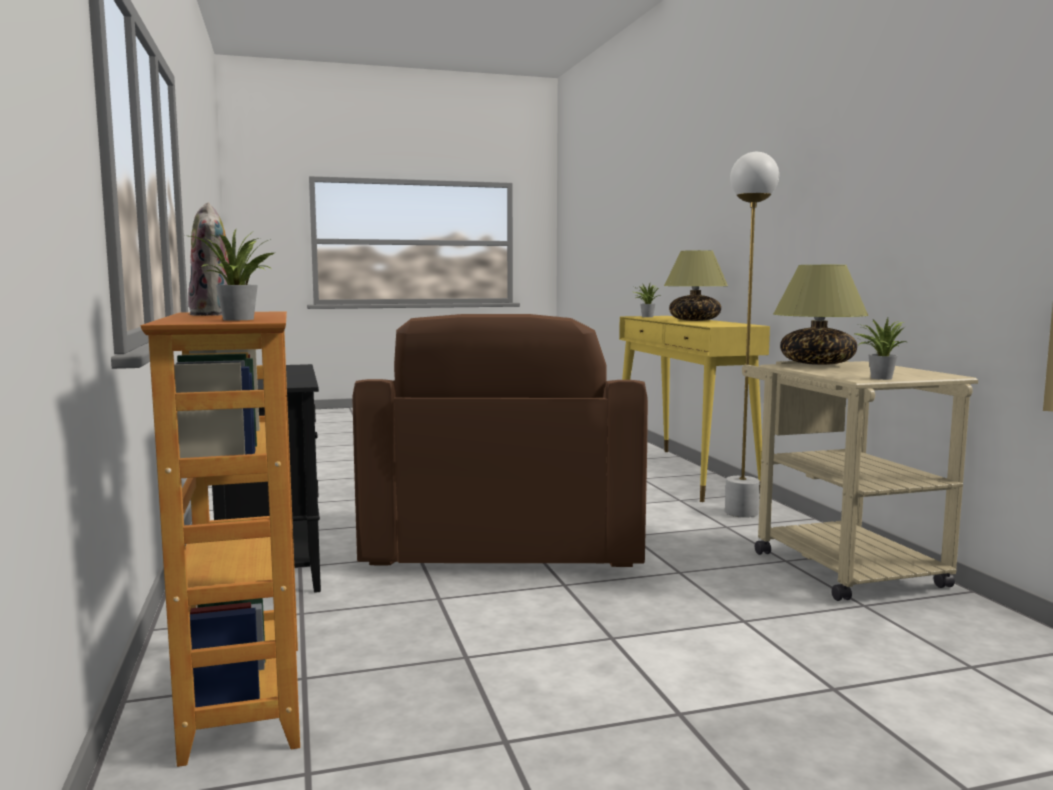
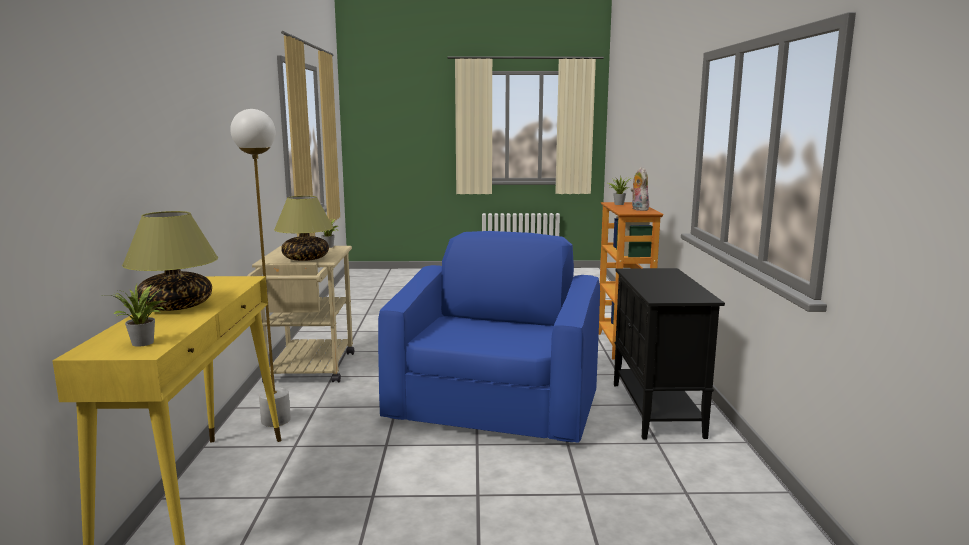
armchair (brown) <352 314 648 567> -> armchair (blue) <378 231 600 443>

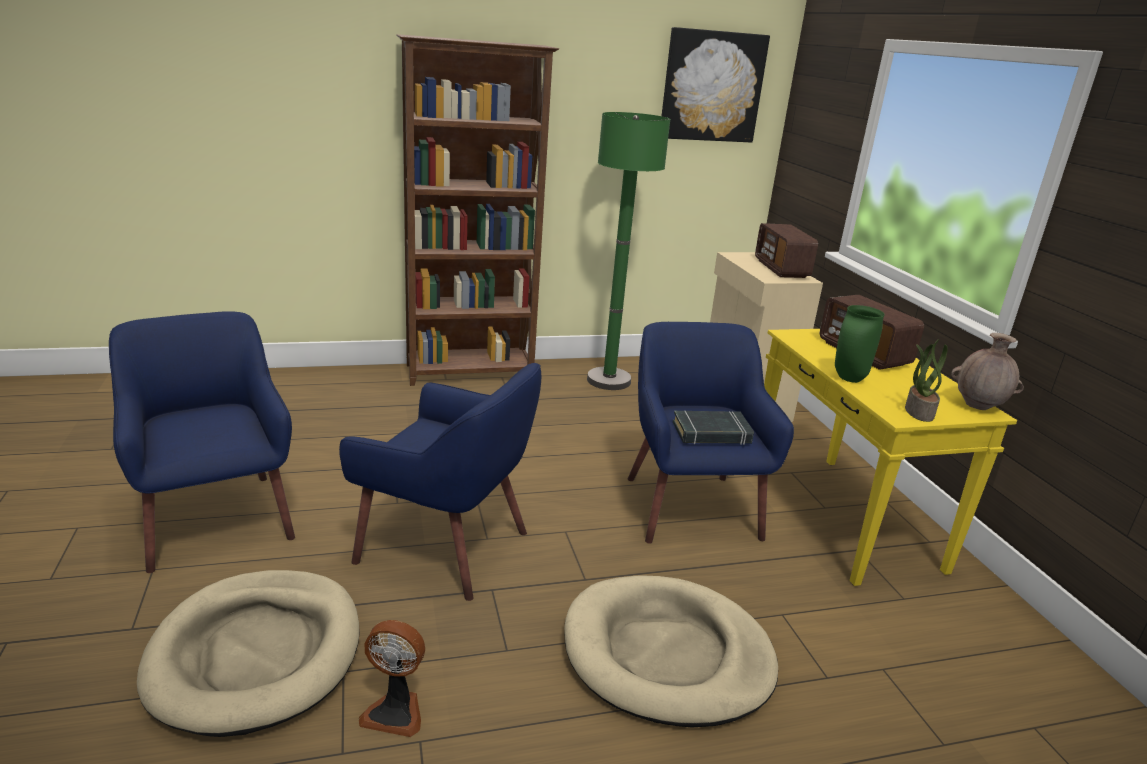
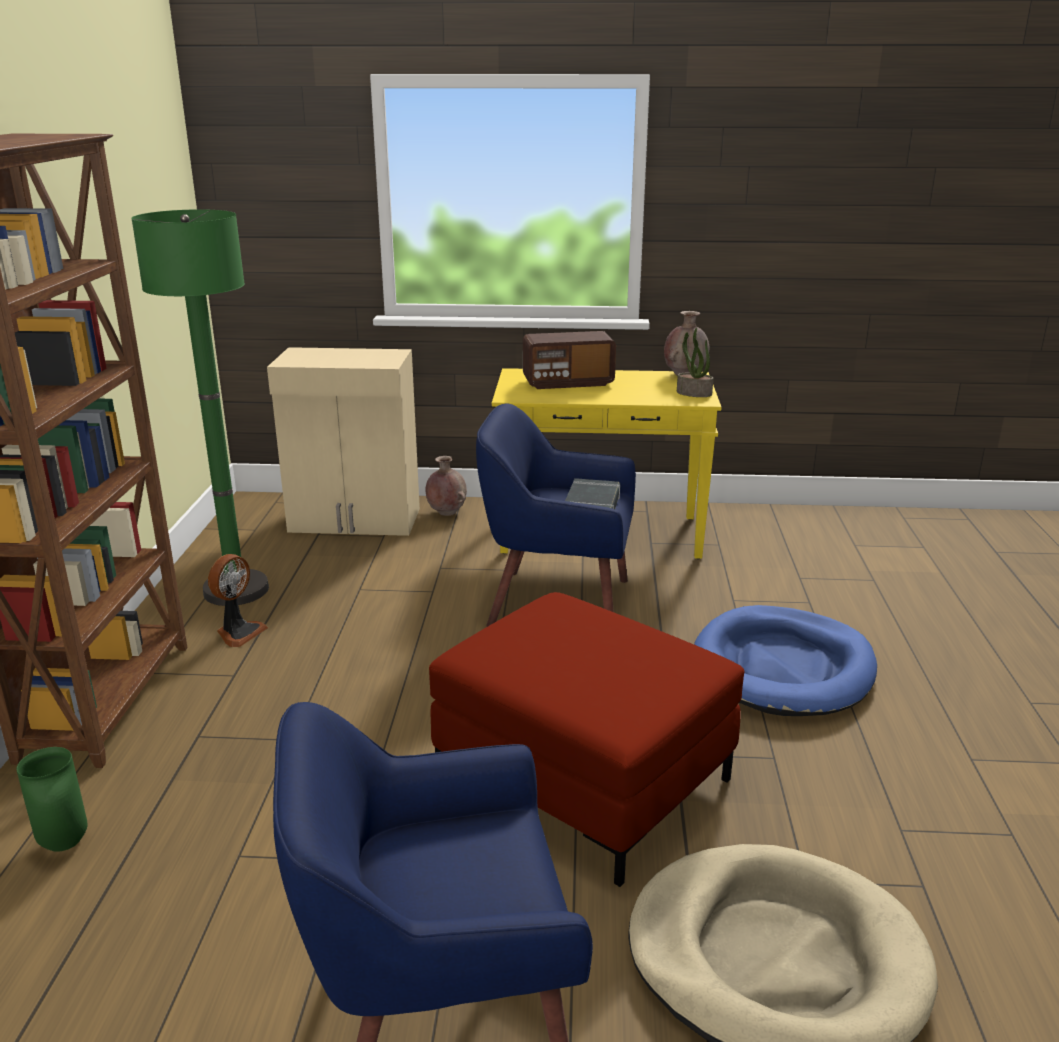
picture <662 27 770 143> -> none
radio <755 223 818 278> -> none
vase (green) <835 305 884 383> -> vase (green) <17 747 88 852>, shifted
armchair (blue) <339 363 541 601> -> ottoman (red) <429 592 744 887>
dog bed (beige) <564 575 778 728> -> dog bed (blue) <694 605 877 716>
fan <358 620 425 737> -> fan <208 554 268 647>, shifted
none -> vase (brown) <426 456 467 516>

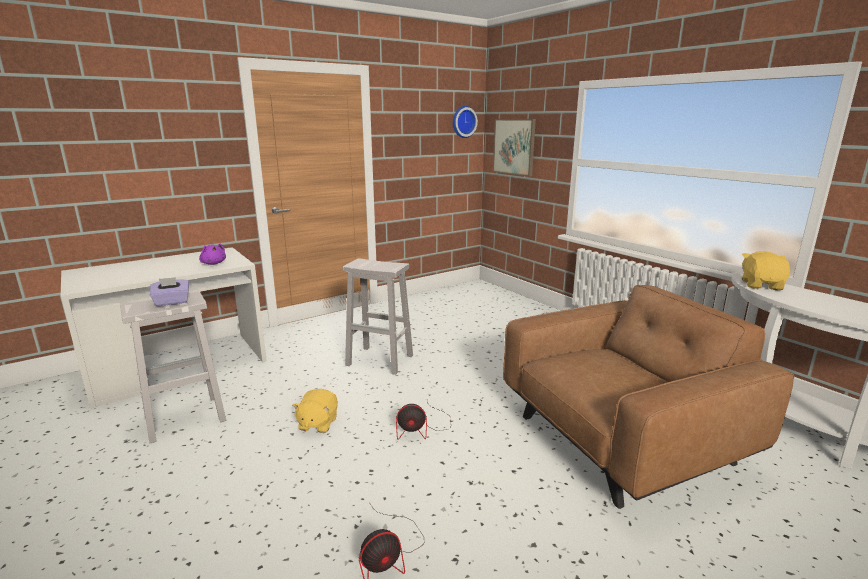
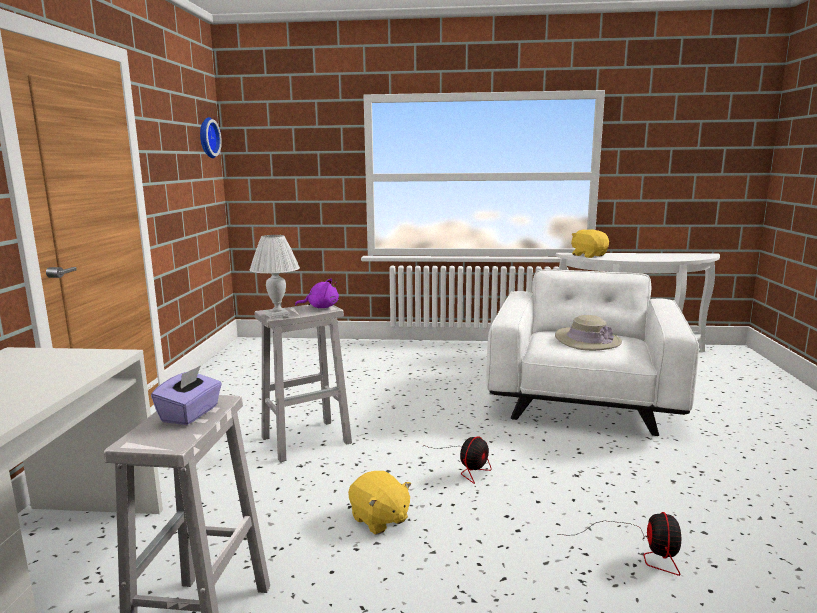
picture <493 119 536 176> -> none
plush toy (purple) <199 244 226 265> -> plush toy (purple) <295 279 339 308>, shifted
armchair (brown) <503 285 794 509> -> armchair (white) <486 269 699 436>
none -> table lamp (white) <250 235 300 319>
none -> hat (beige) <555 315 622 351>

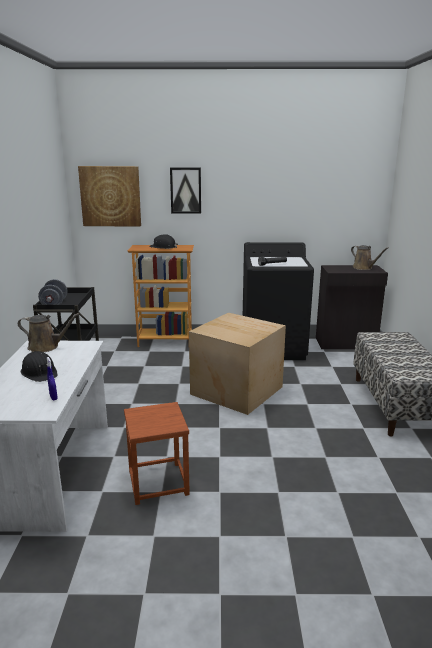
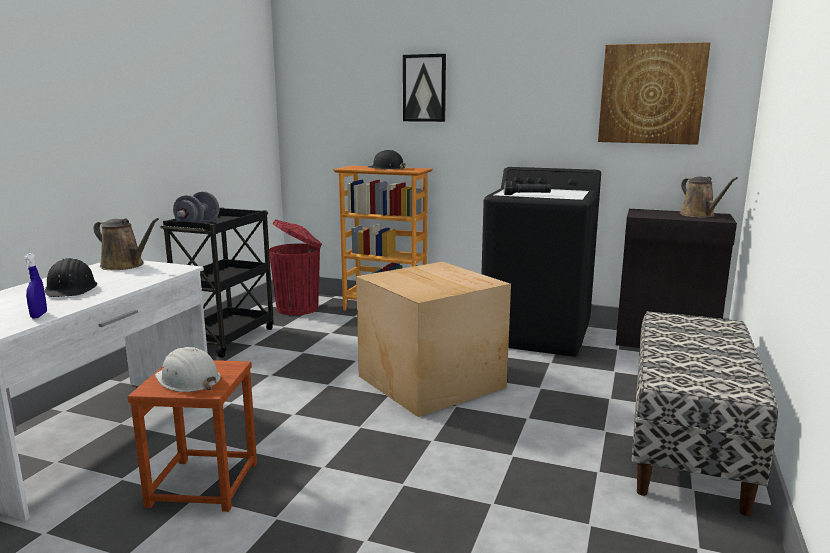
picture <78 166 141 227> -> picture <598 42 711 145>, shifted
none -> trash can (red) <269 219 322 315>
none -> hard hat (white) <155 347 221 392>

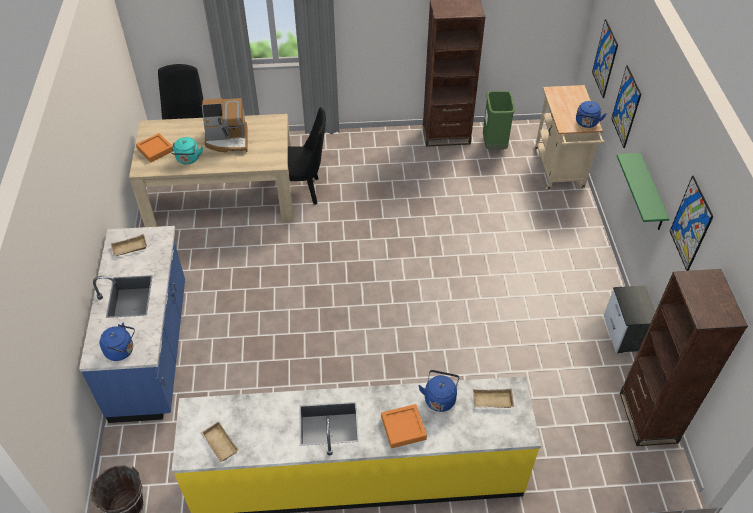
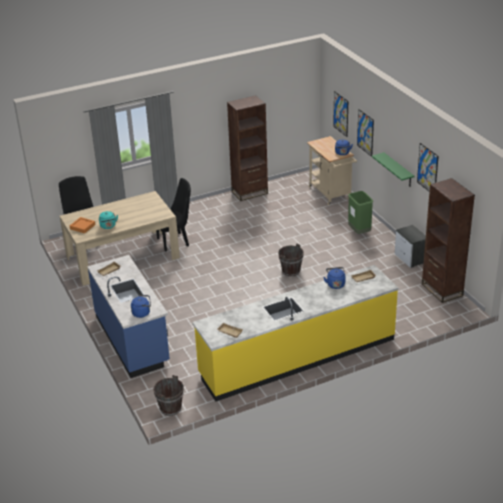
trash can (green) <483 91 515 150> -> trash can (green) <348 191 373 234>, shifted
coffee machine <202 98 248 153> -> none
tray (orange) <381 404 427 448> -> none
none -> bucket (brown) <278 243 304 276>

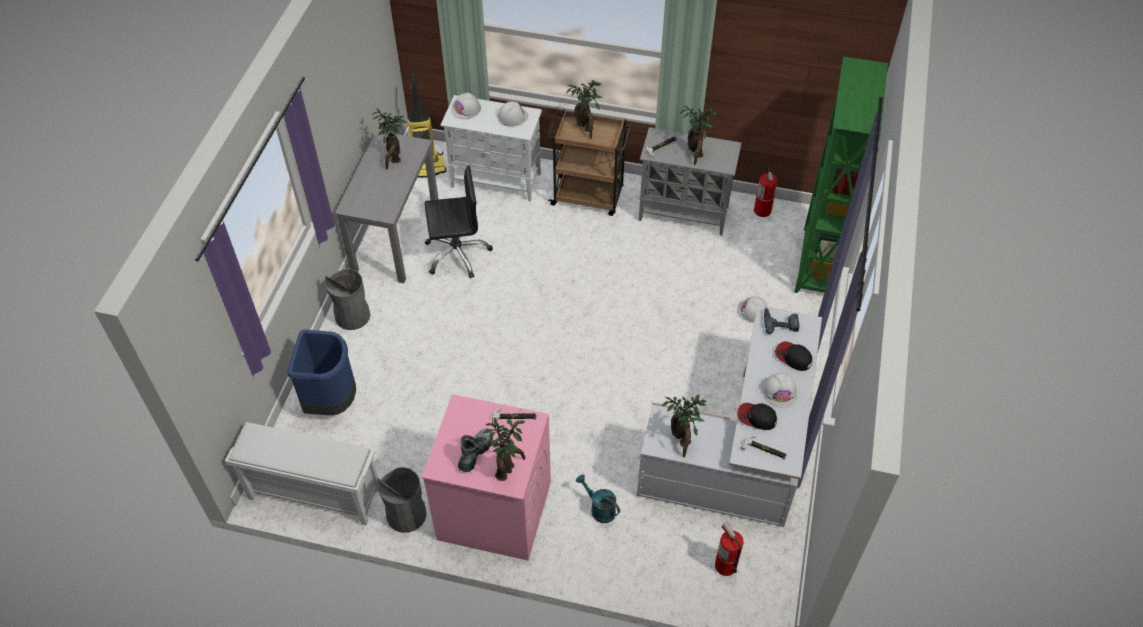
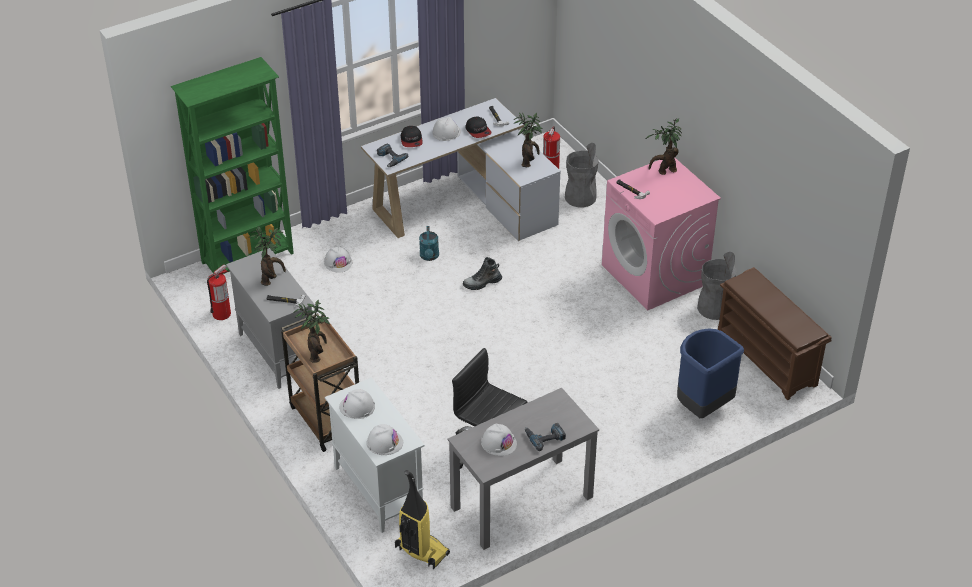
potted plant <372 108 407 169> -> hard hat (white) <481 424 517 456>
trash can (grey) <325 269 370 330> -> trash can (grey) <565 143 599 207>, shifted
shoe rack (white) <225 422 379 526> -> shoe rack (brown) <718 267 832 400>
boot <458 428 493 472> -> boot <463 257 502 290>, shifted
watering can (turquoise) <576 474 620 523> -> watering can (turquoise) <419 226 439 261>, shifted
none -> power drill <525 423 566 451>

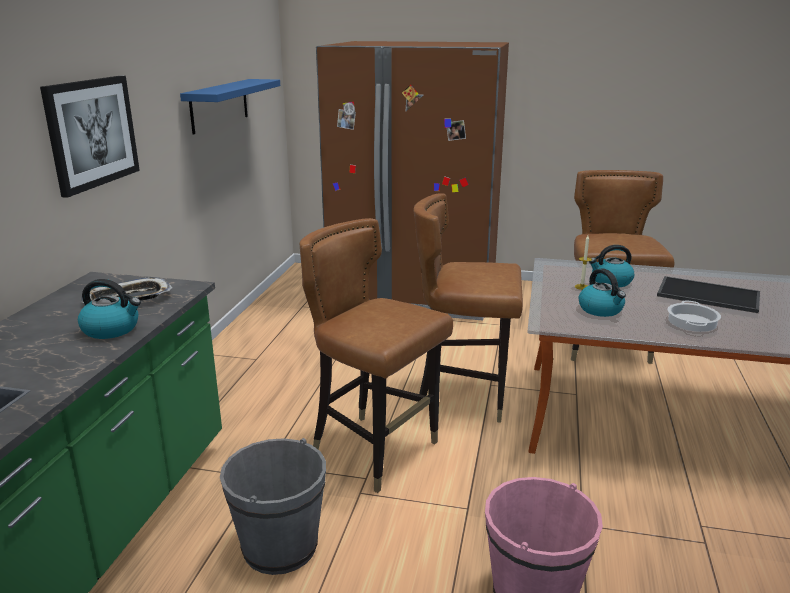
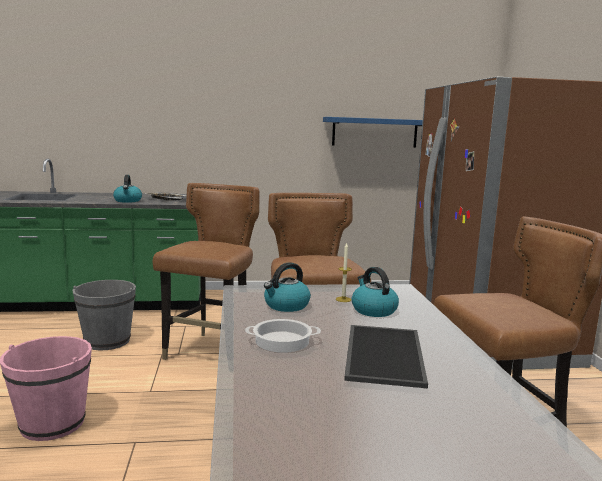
picture <40 76 140 198> -> none

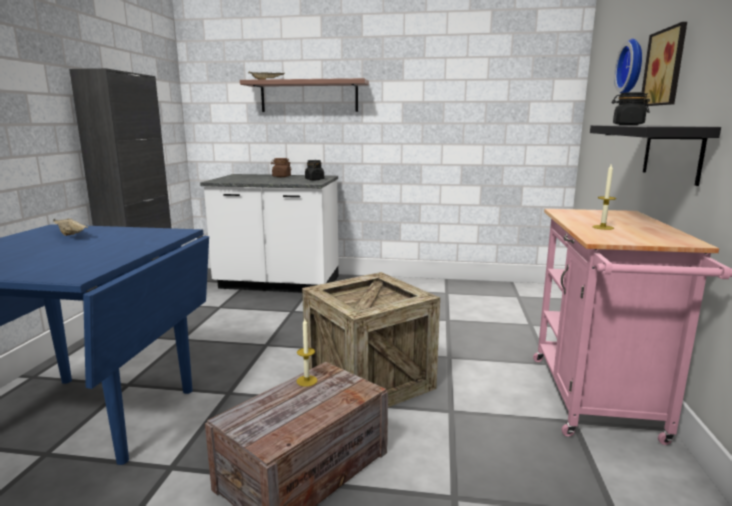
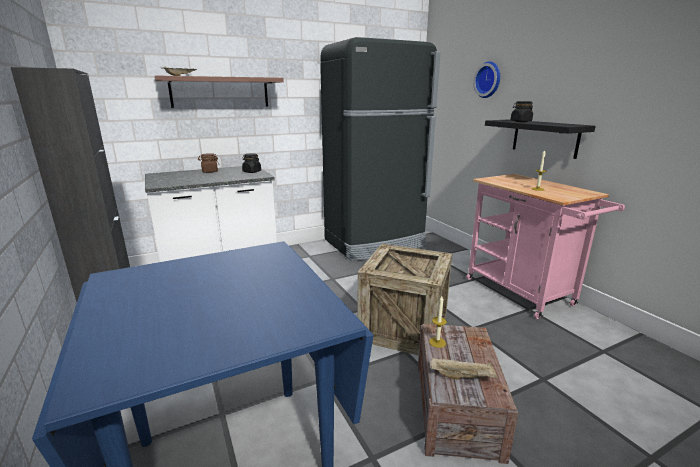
picture <642 22 687 106> -> none
tray (beige) <53 218 88 236> -> tray (beige) <431 357 498 380>, shifted
none -> fridge (black) <320 37 441 261>

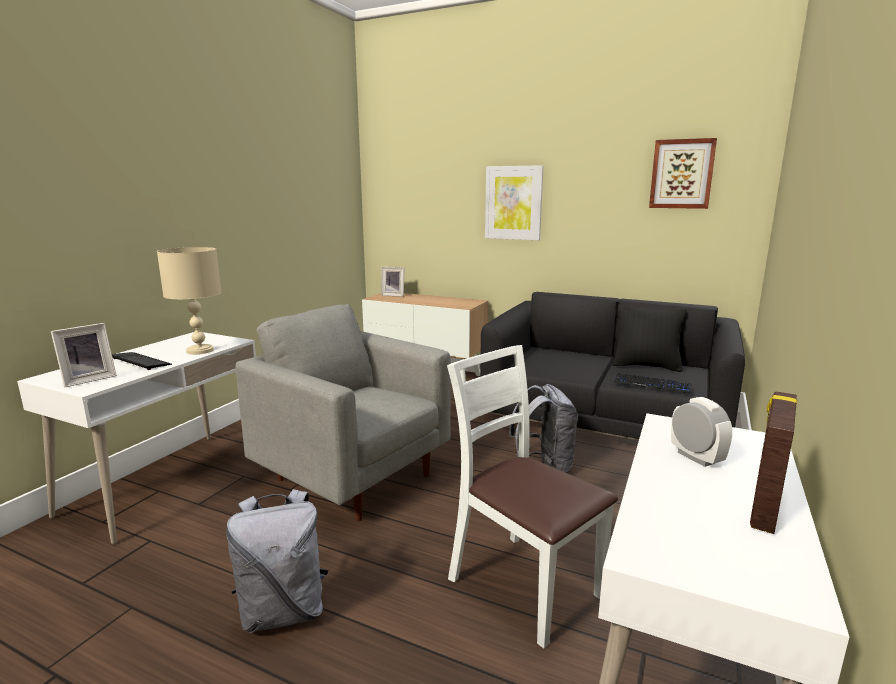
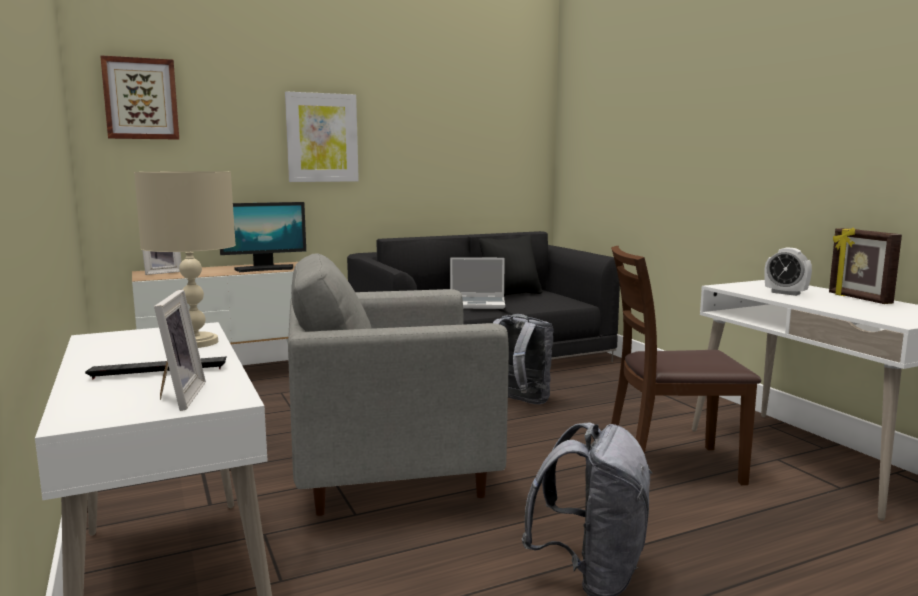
picture <649 138 717 209> -> picture <100 55 179 140>, shifted
chair (white) <447 345 618 649> -> chair (brown) <611 246 761 485>
keyboard <613 373 692 393> -> none
alarm clock <671 397 732 467> -> alarm clock <764 248 812 296>, 150 degrees counterclockwise
none -> monitor <220 202 306 272>
none -> laptop <450 257 505 309>

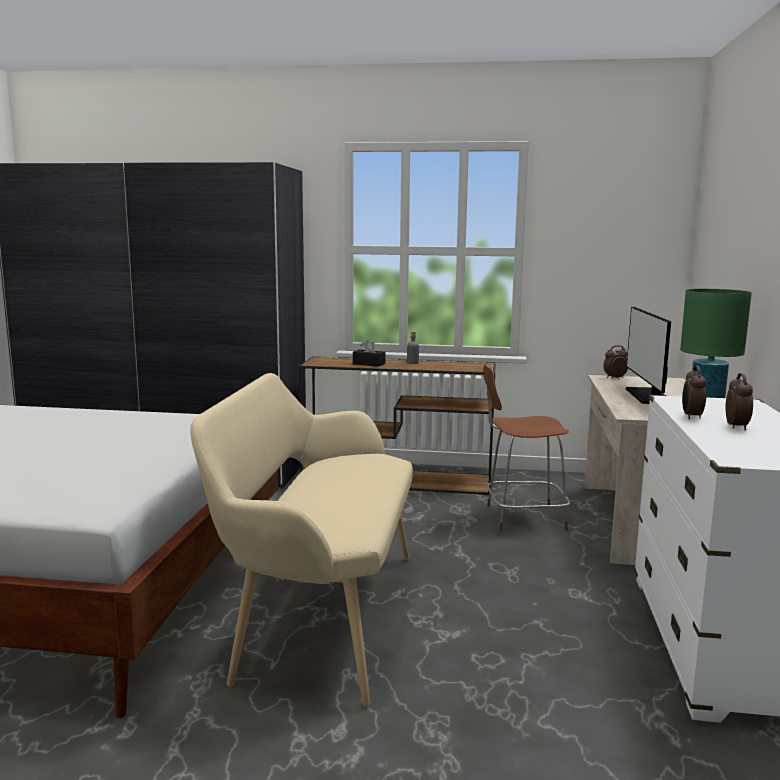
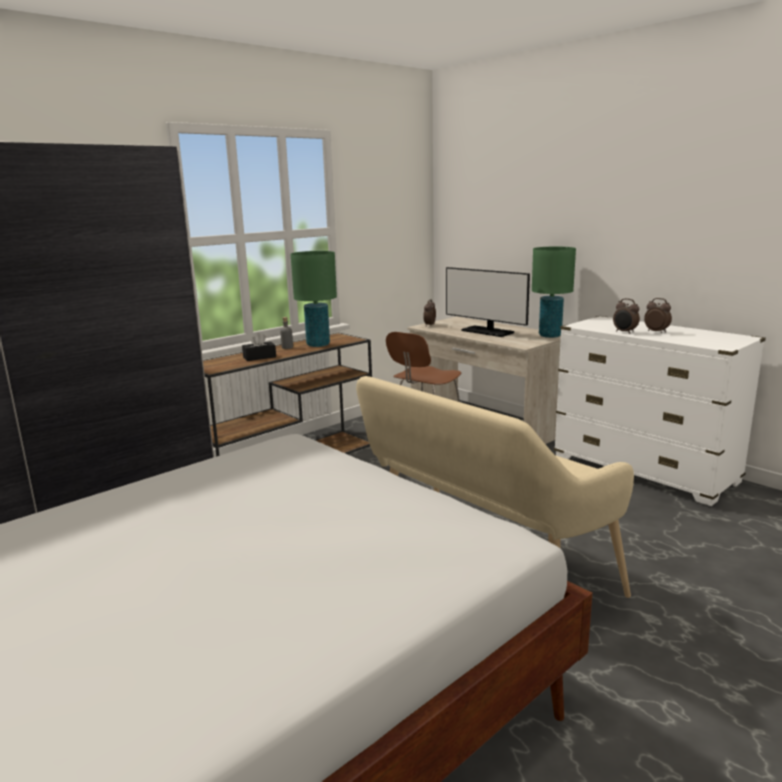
none -> table lamp (green) <291 251 337 347>

